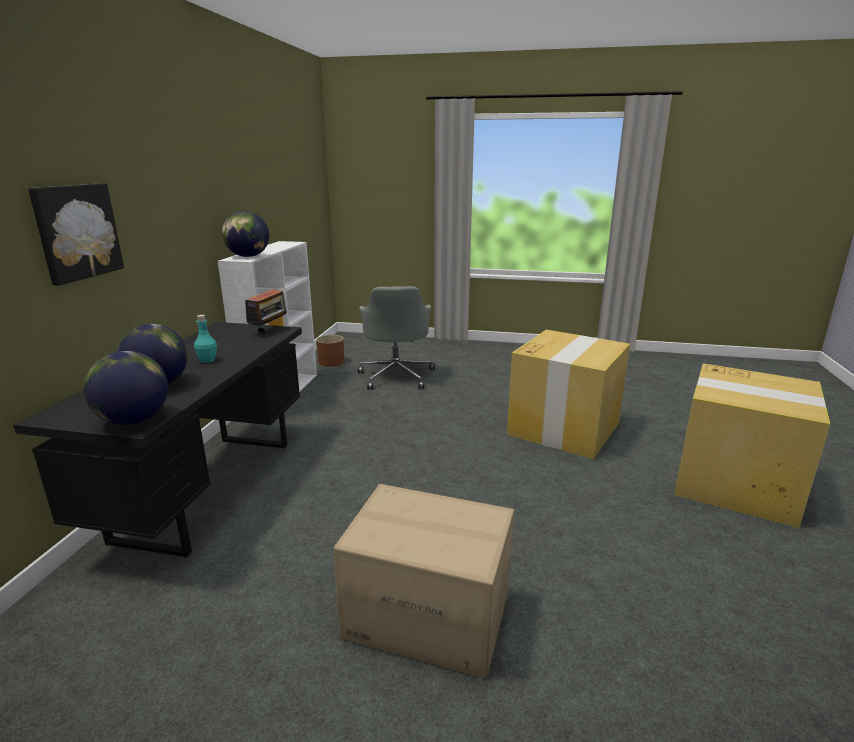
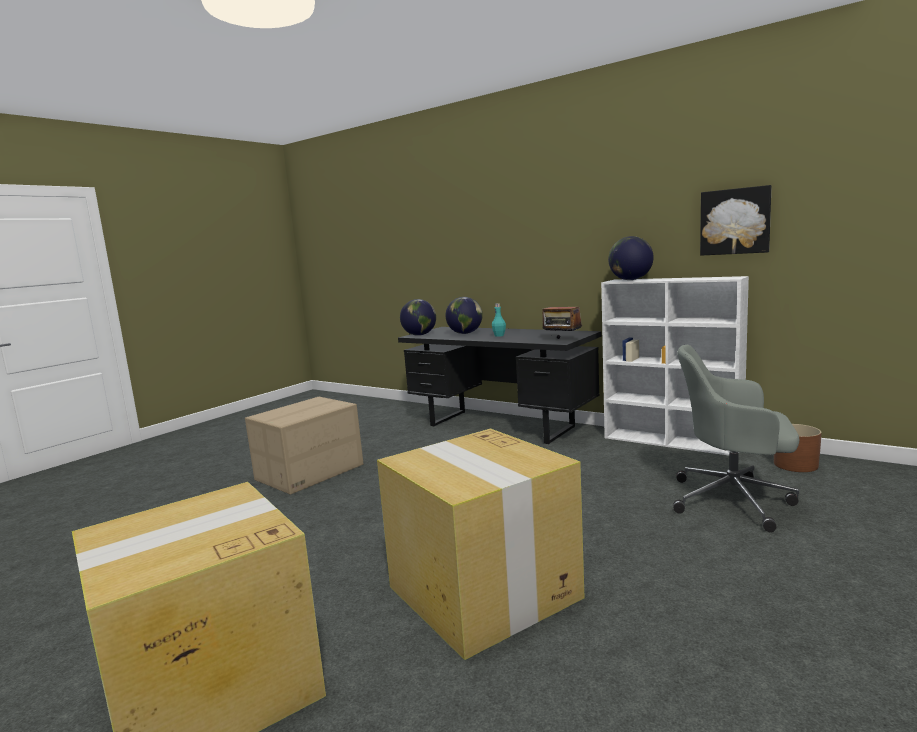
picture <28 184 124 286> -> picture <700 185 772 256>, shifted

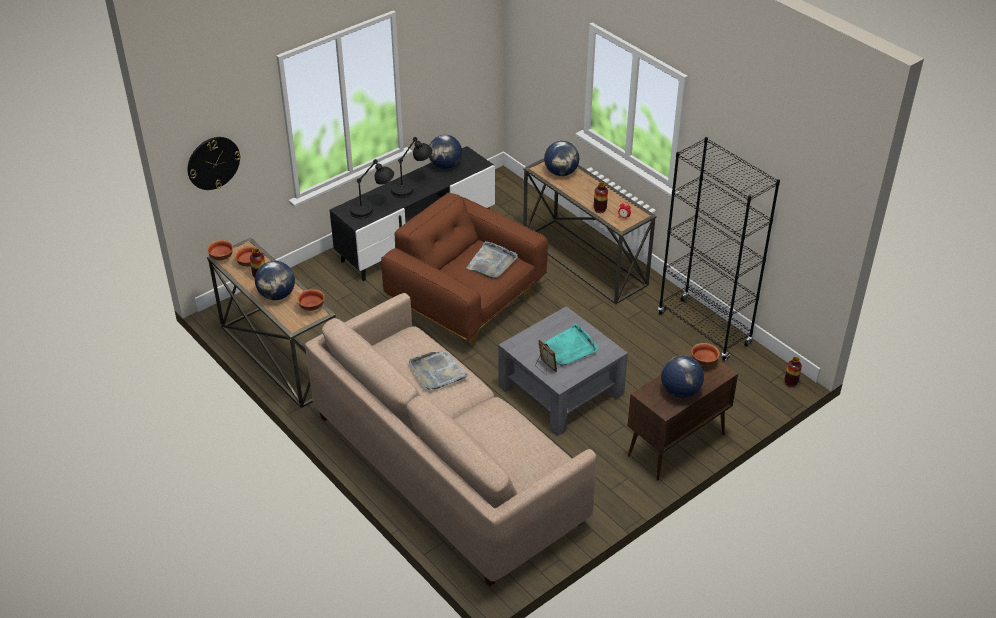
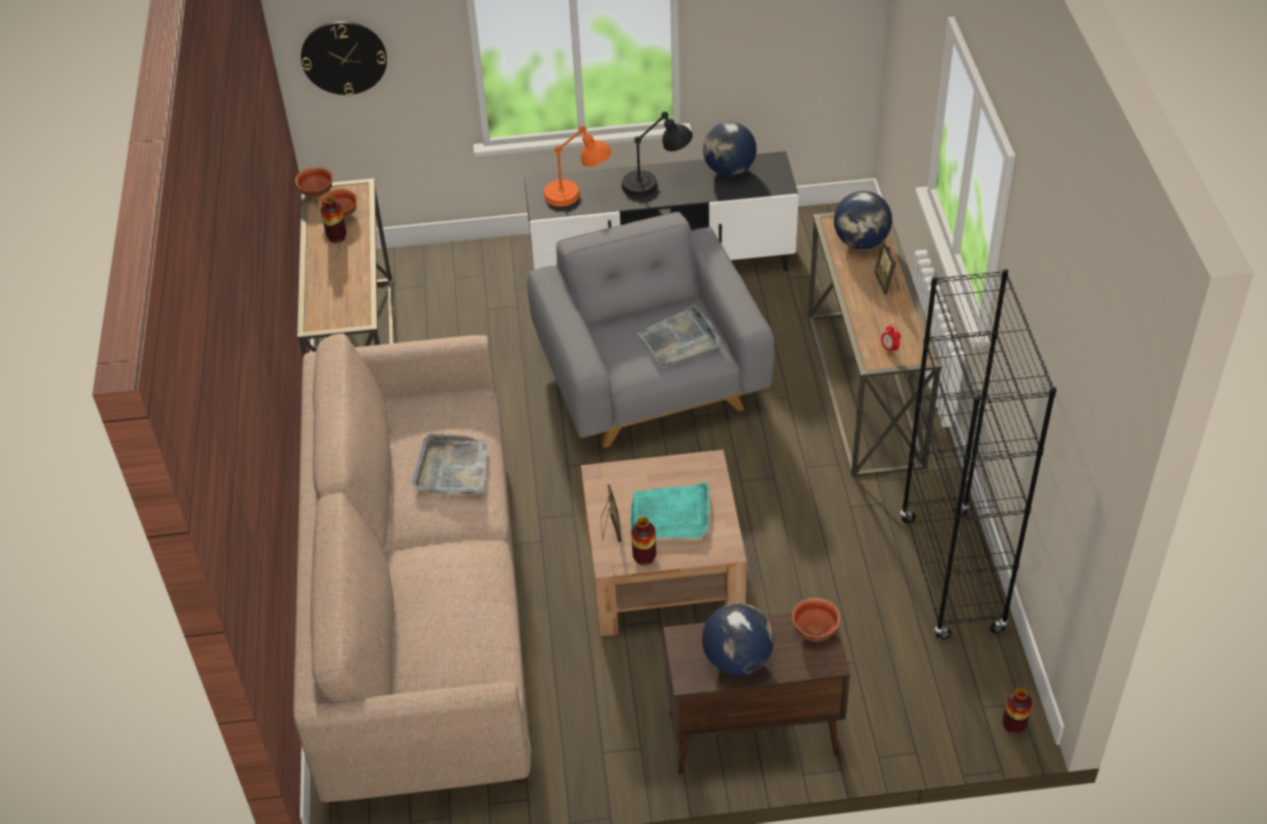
table lamp (black) <350 159 394 218> -> table lamp (orange) <544 126 611 207>
vase <594 182 608 213> -> vase <631 517 656 566>, shifted
armchair (brown) <381 193 548 345> -> armchair (grey) <527 212 775 448>
globe <255 261 295 300> -> none
bowl <297 289 325 311> -> none
coffee table (grey) <499 306 628 436> -> coffee table (brown) <581 450 747 636>
none -> picture frame <874 239 900 295>

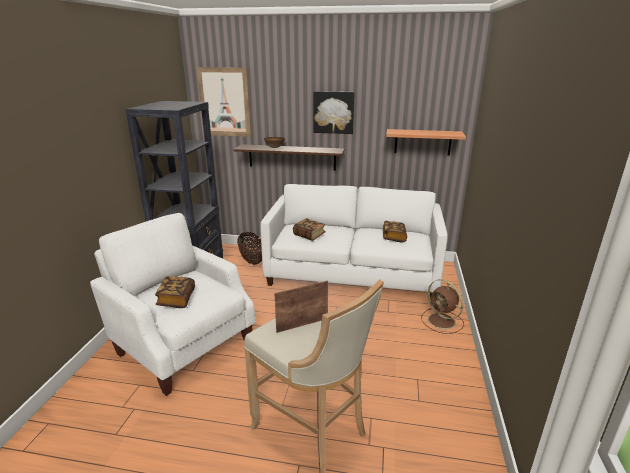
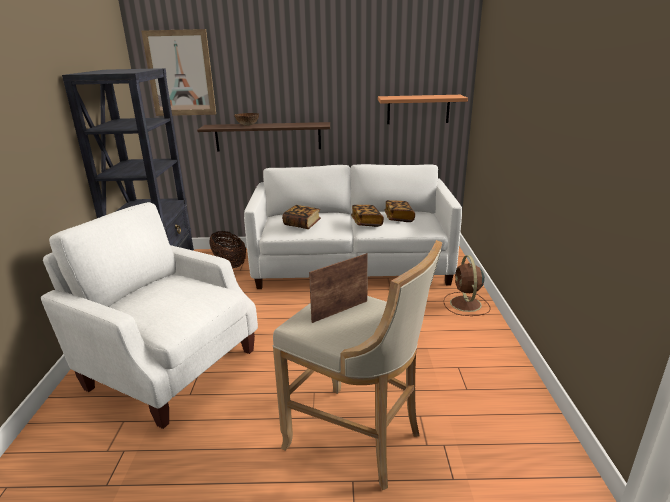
picture <313 91 355 134> -> none
book <155 276 195 308> -> book <351 205 384 227>, shifted
fan (brown) <421 279 464 334> -> fan (brown) <443 255 490 316>, 45 degrees clockwise

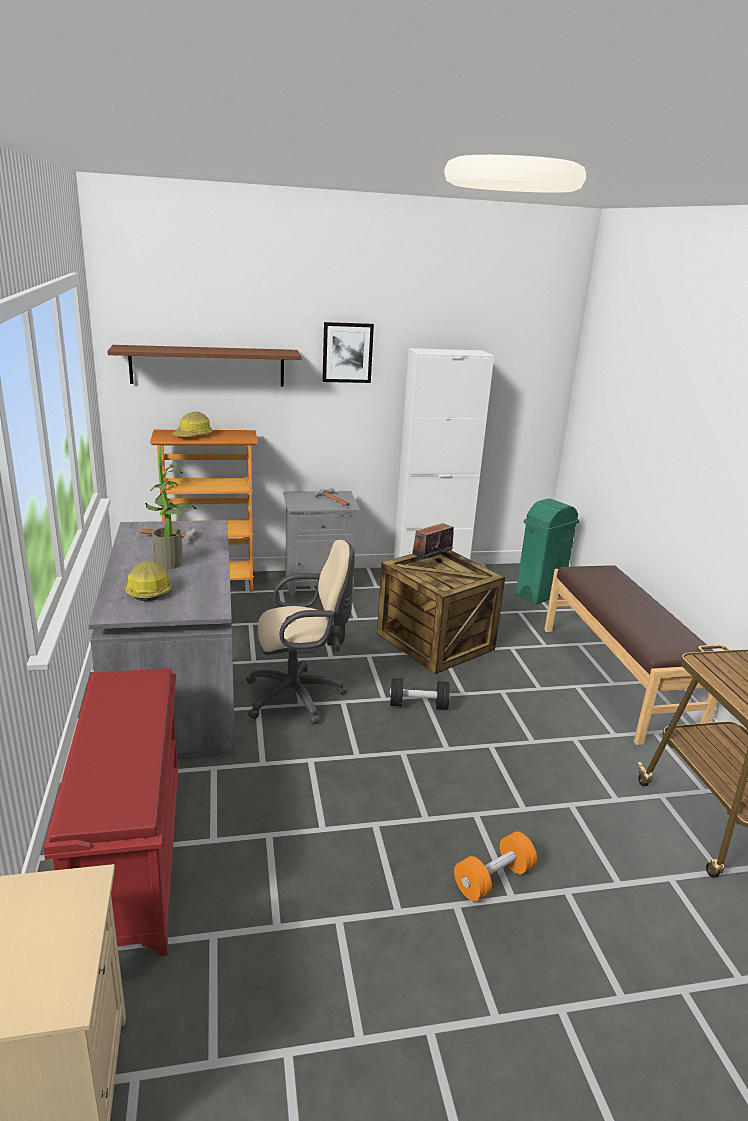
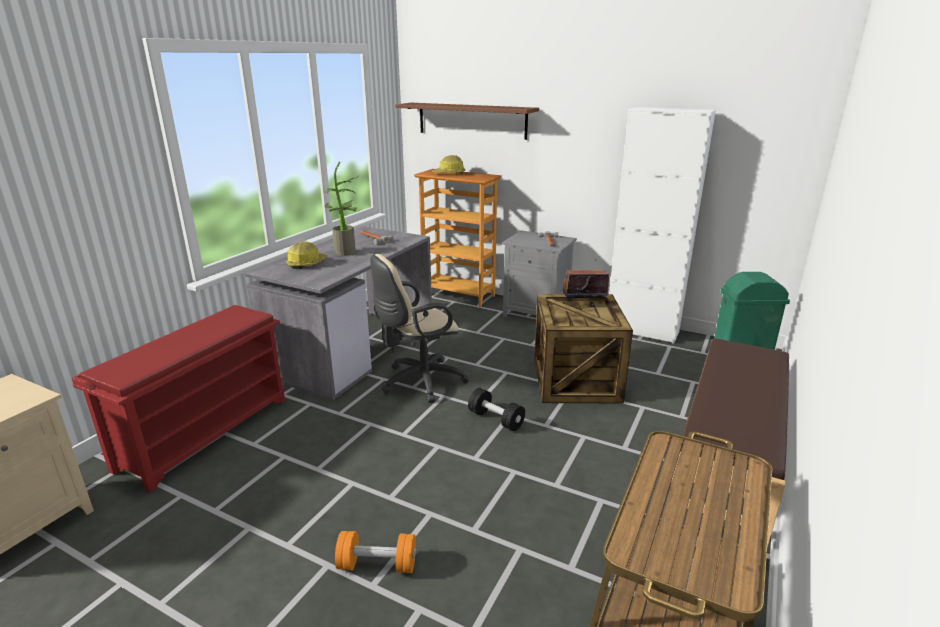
picture <322 322 374 383> -> none
office chair (beige) <246 540 355 725> -> office chair (beige) <370 254 469 403>, 120 degrees clockwise

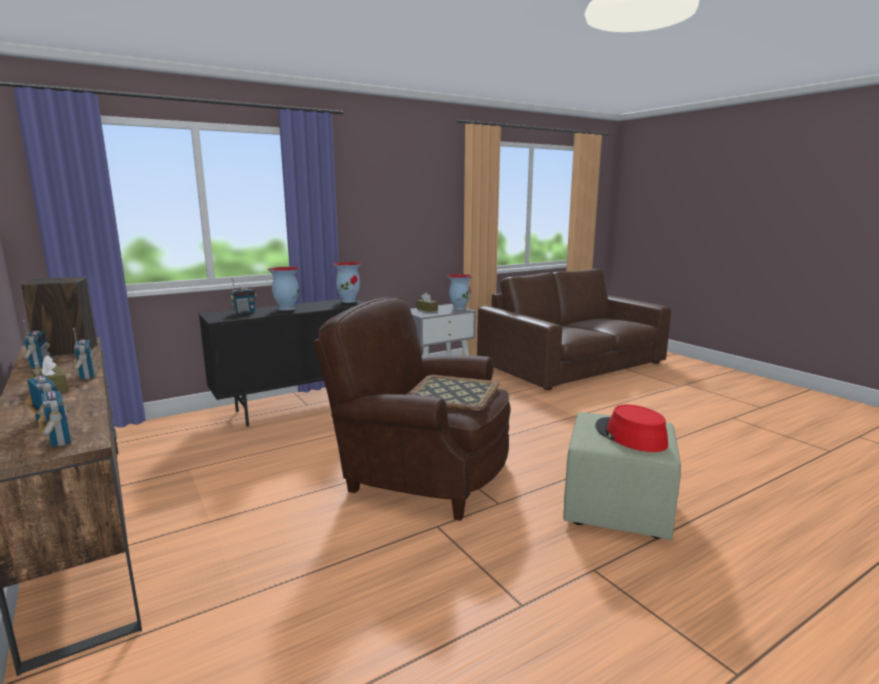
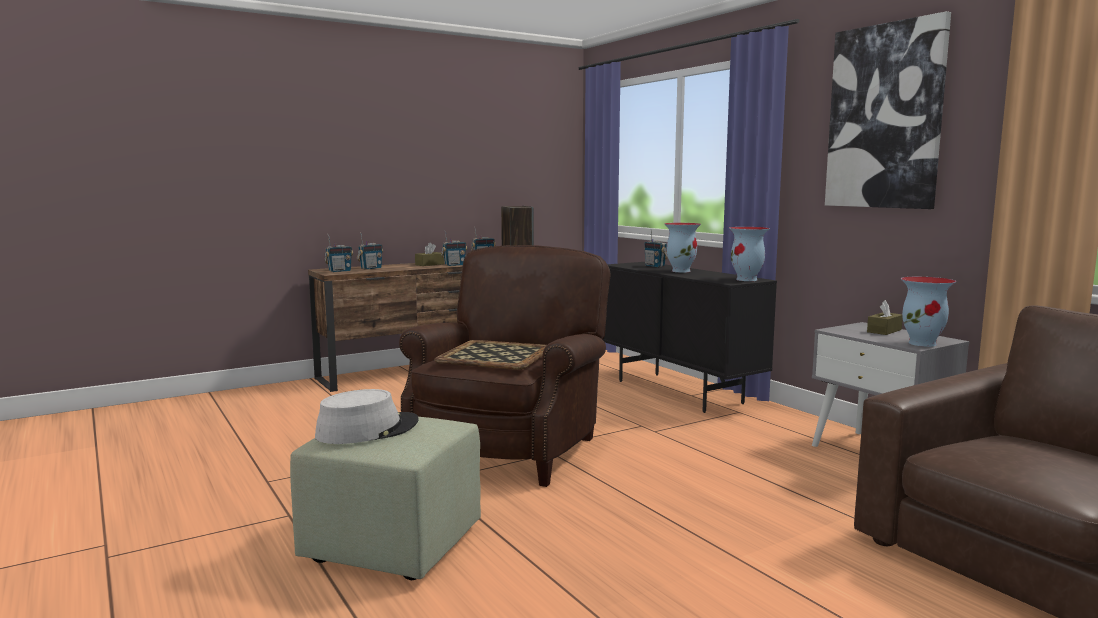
hat (red) <595 404 668 452> -> hat (grey) <315 389 419 444>
none -> picture <825 11 951 209>

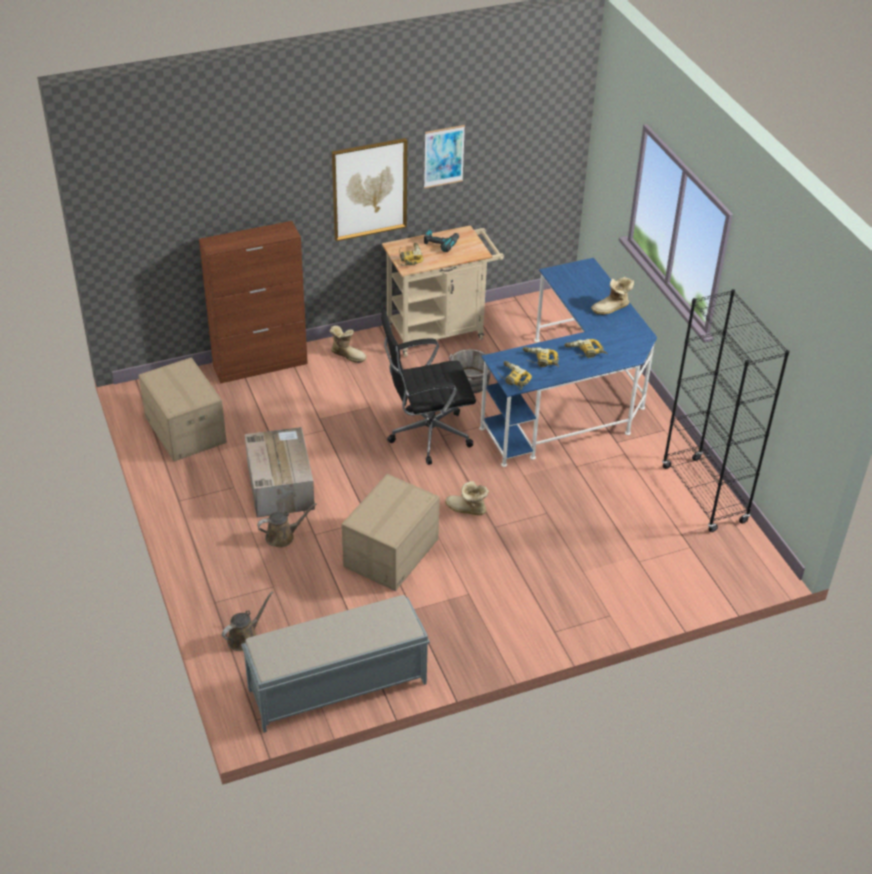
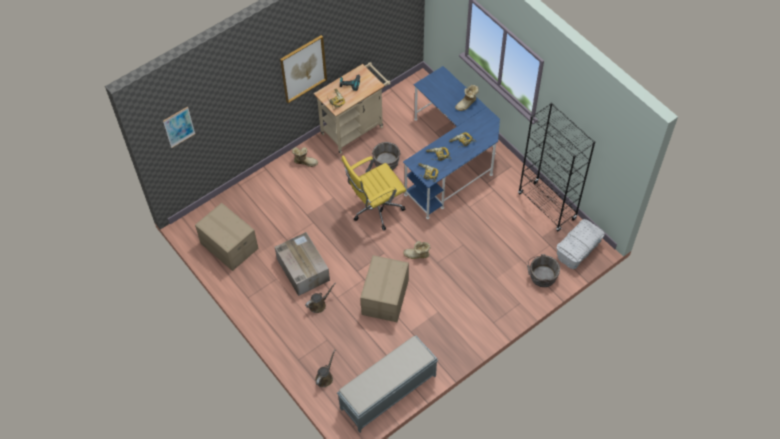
picture <424 125 465 188> -> picture <163 107 195 148>, shifted
cabinet (brown) <199 221 308 384> -> none
office chair (black) <381 309 476 465> -> office chair (yellow) <342 155 406 230>
none -> storage box (white) <556 219 605 269>
none -> bucket (grey) <527 254 560 287>

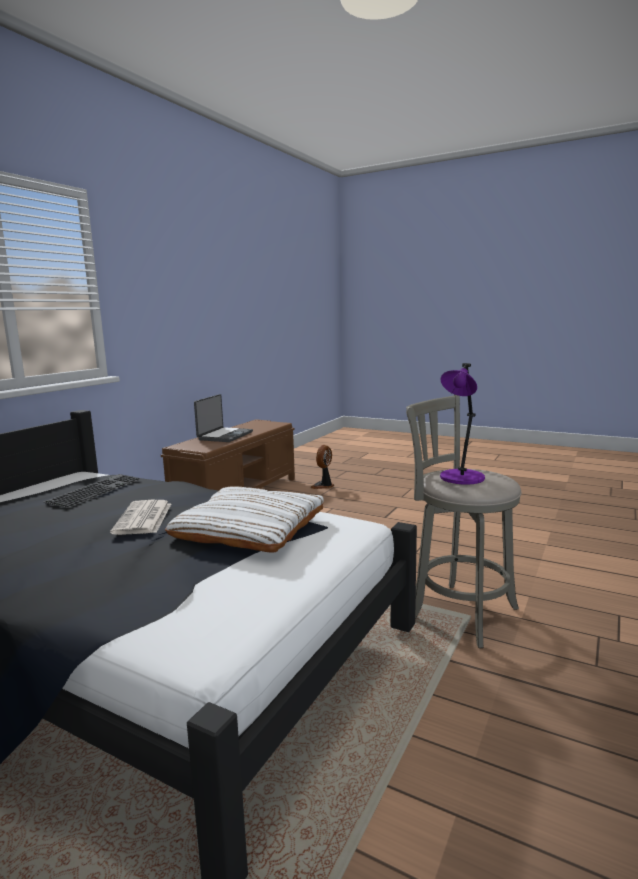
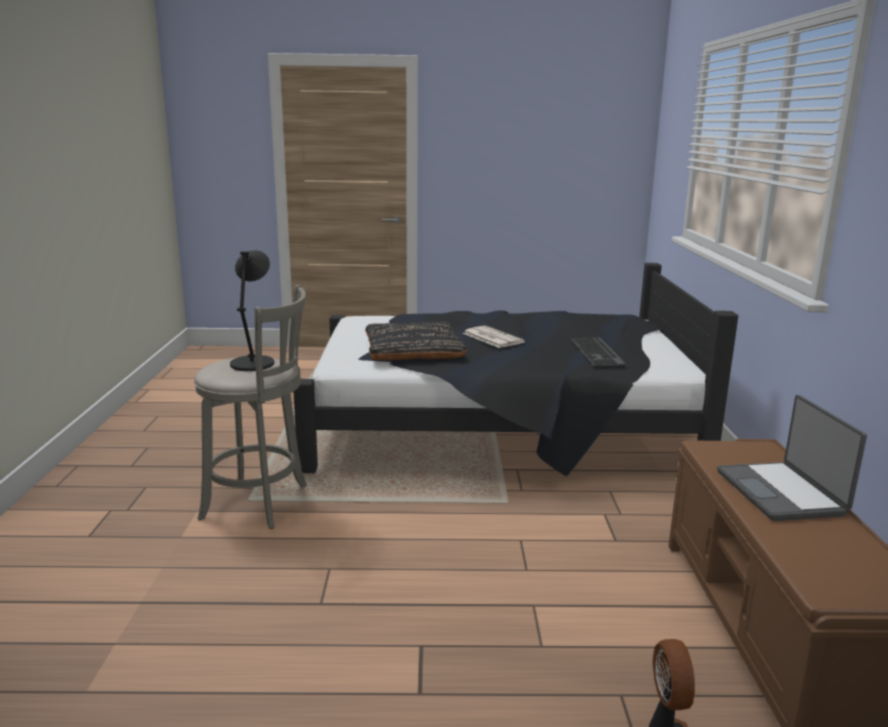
table lamp (purple) <440 363 485 485> -> table lamp (black) <230 250 274 371>
pillow (white) <165 486 324 552> -> pillow (black) <365 322 467 360>

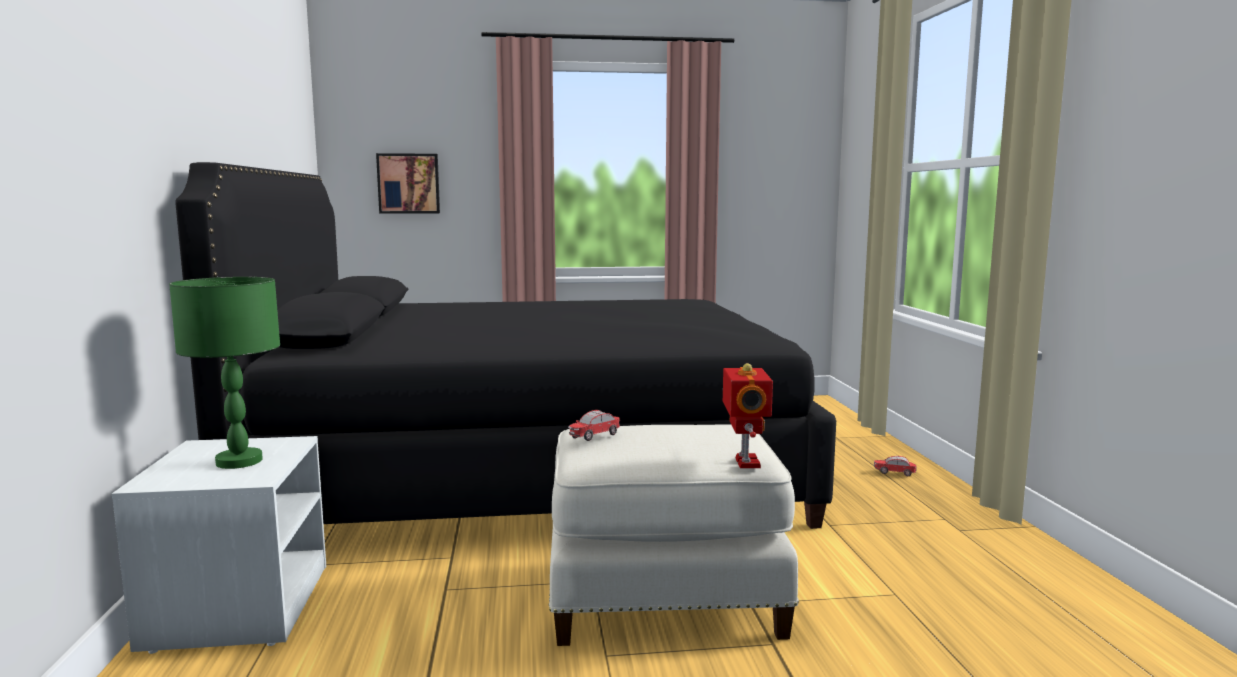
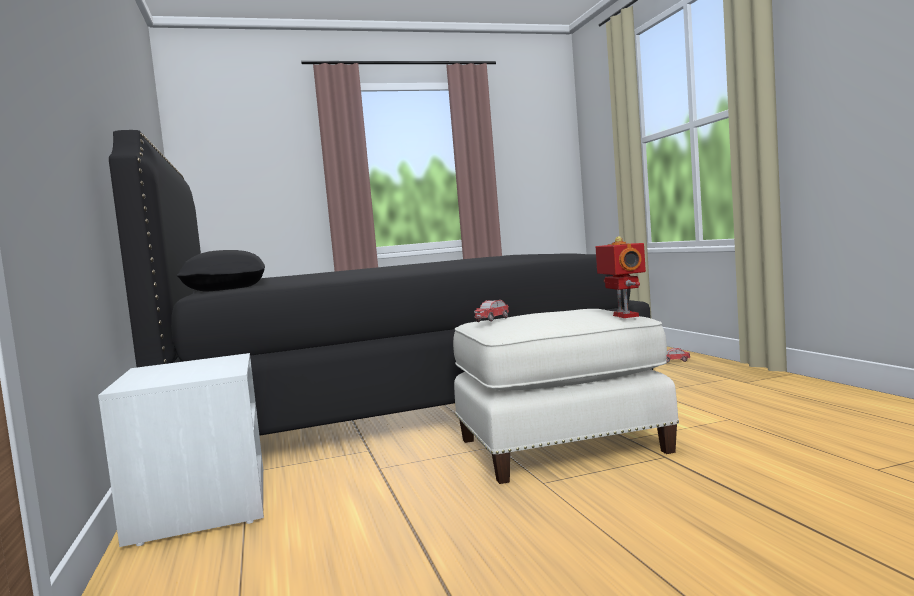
picture <376 153 440 213> -> none
table lamp (green) <169 277 280 469> -> none

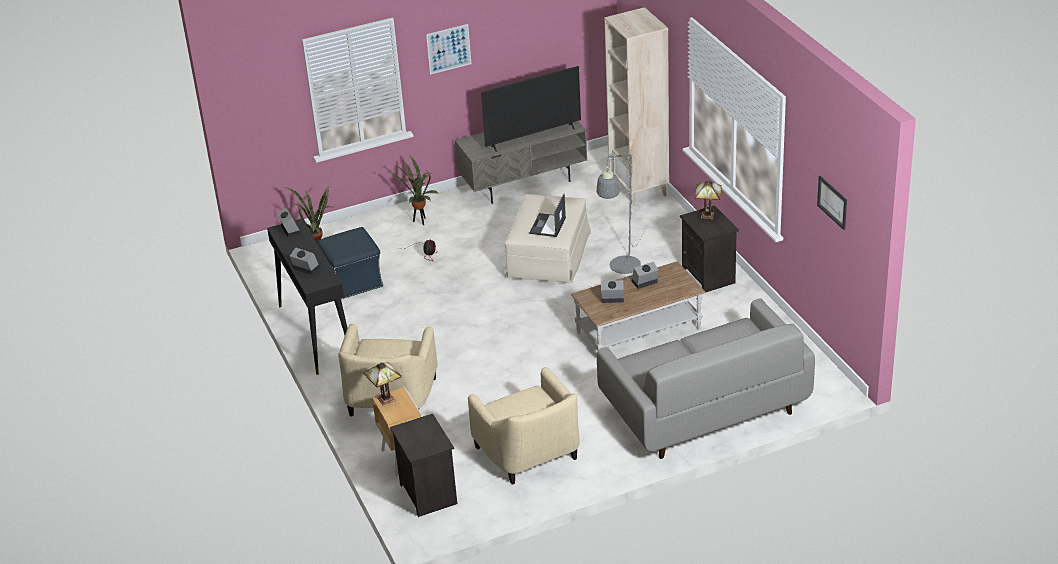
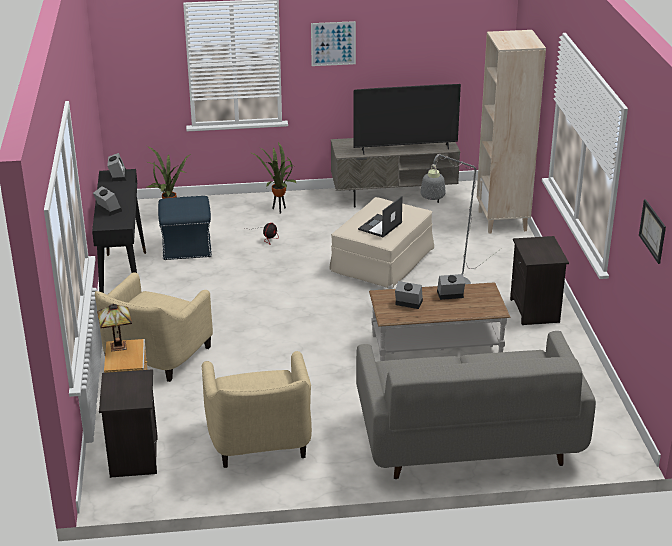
table lamp <695 181 722 219> -> none

